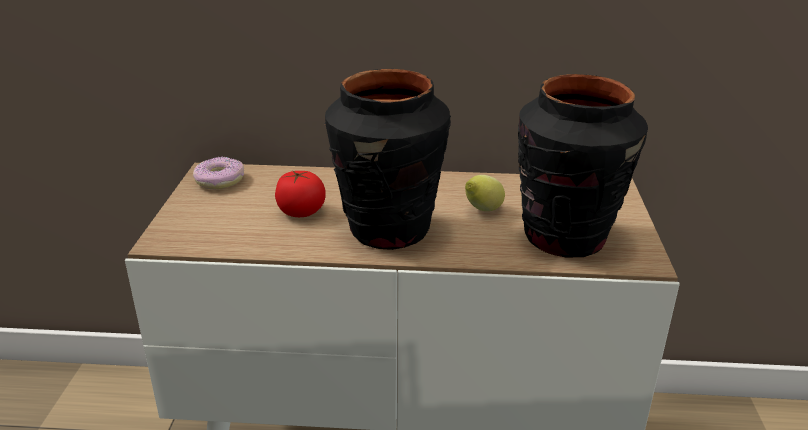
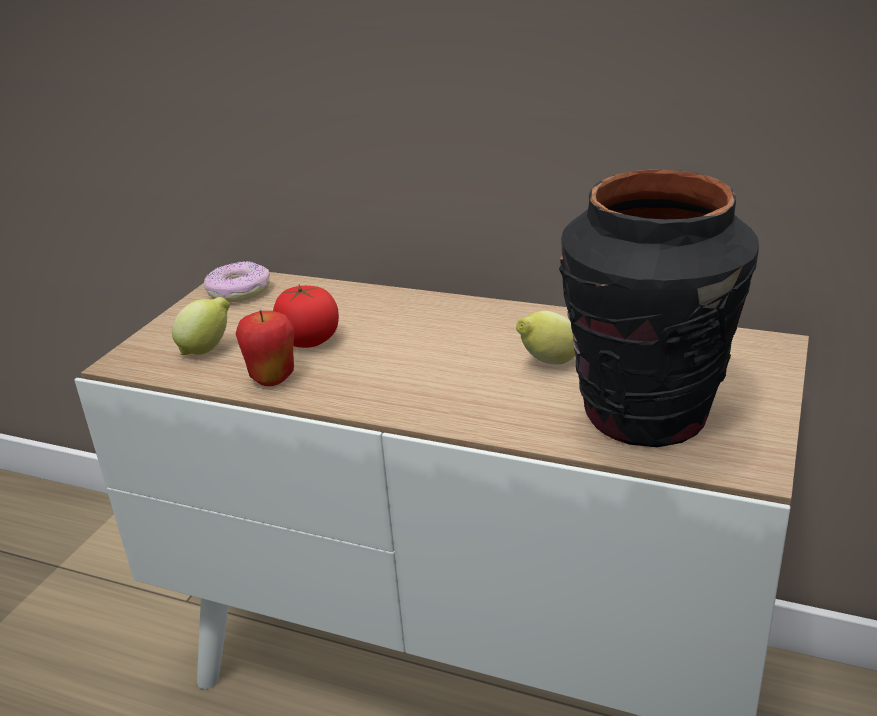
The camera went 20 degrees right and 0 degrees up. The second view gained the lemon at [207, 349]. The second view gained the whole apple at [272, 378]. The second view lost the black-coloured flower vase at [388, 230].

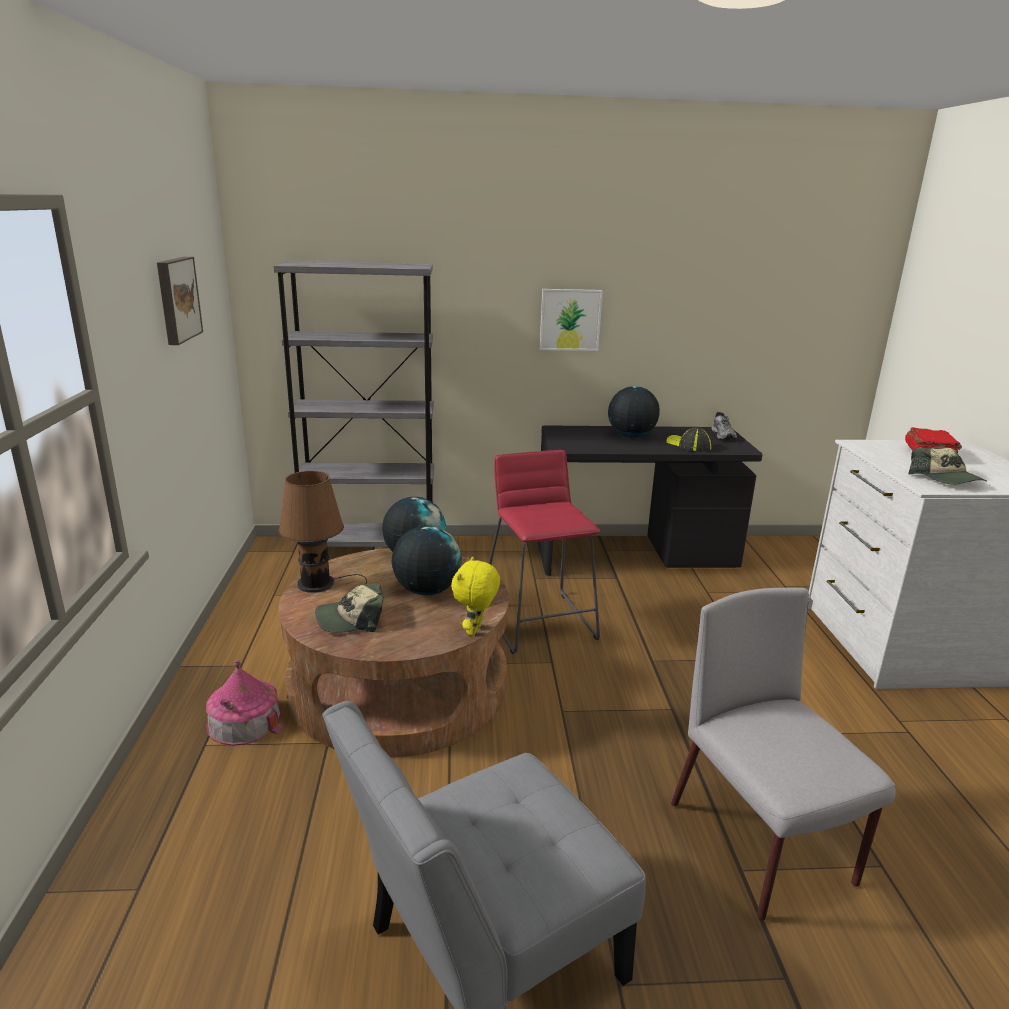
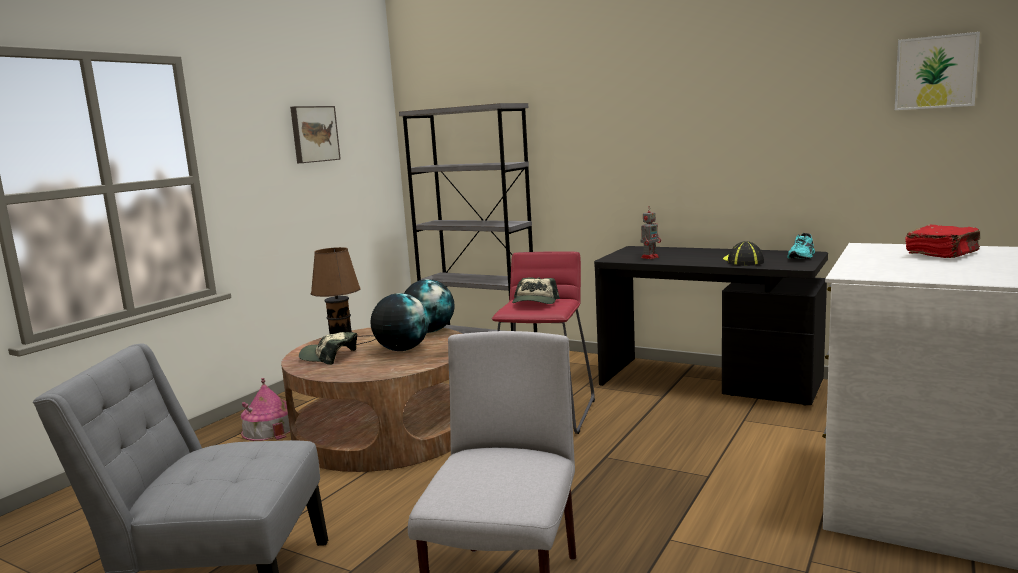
The camera went 35 degrees right and 10 degrees down. The peaked cap ended up elsewhere, having gone from [946, 479] to [535, 302]. The second view gained the robot figure at [650, 257]. What was the greyish shoe at [724, 435] turned into the turquoise shoe at [803, 256]. The wall picture ended up elsewhere, having gone from [570, 320] to [935, 72]. The second view lost the yellow-coloured cuddly toy at [475, 631]. The second view lost the globe at [631, 436].

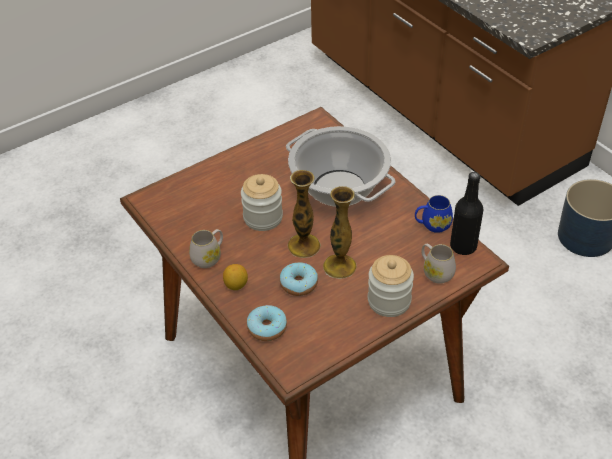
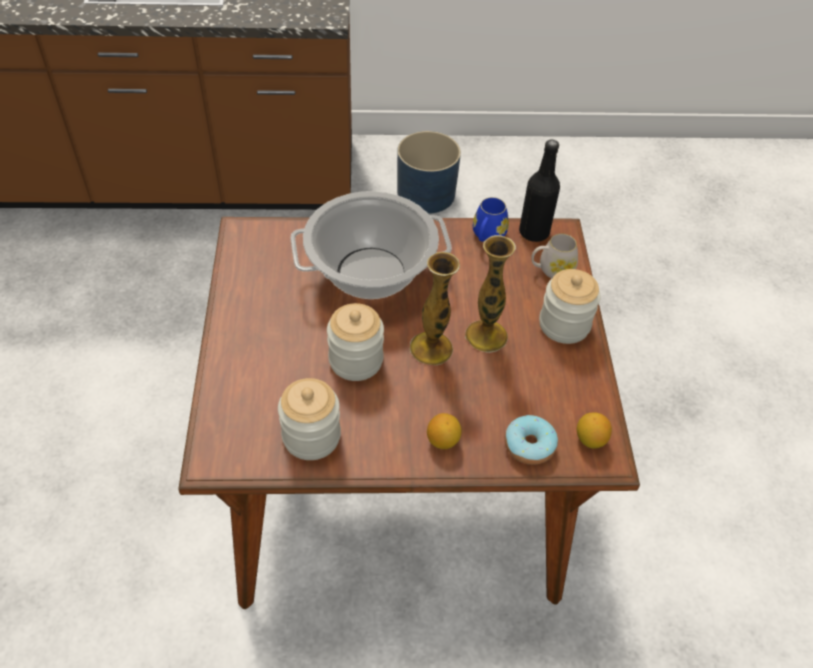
The camera went 60 degrees left and 5 degrees up. The second view gained the preserve jar at [311, 436]. The second view gained the lemon at [590, 440]. The second view lost the whitish tea mug at [209, 257]. The second view lost the donut at [299, 284].

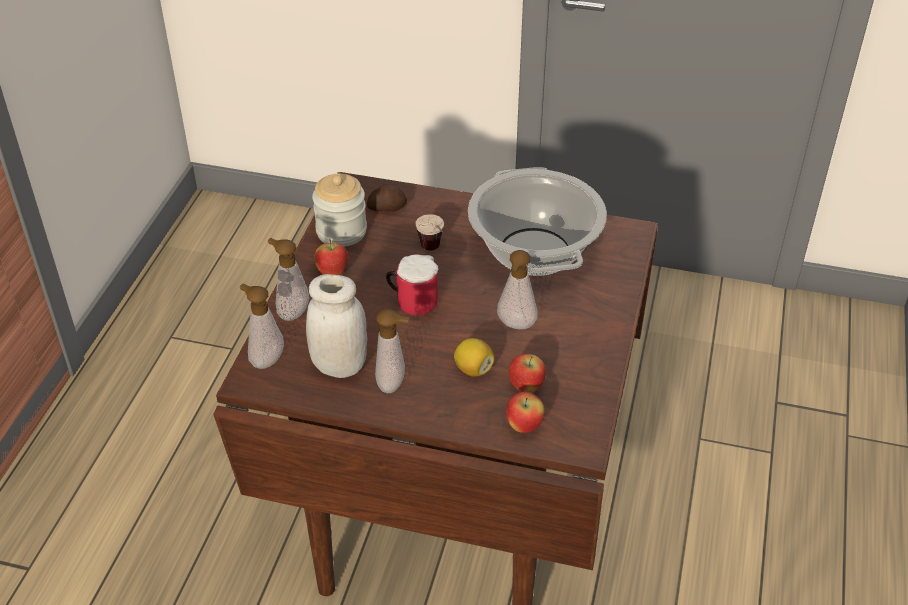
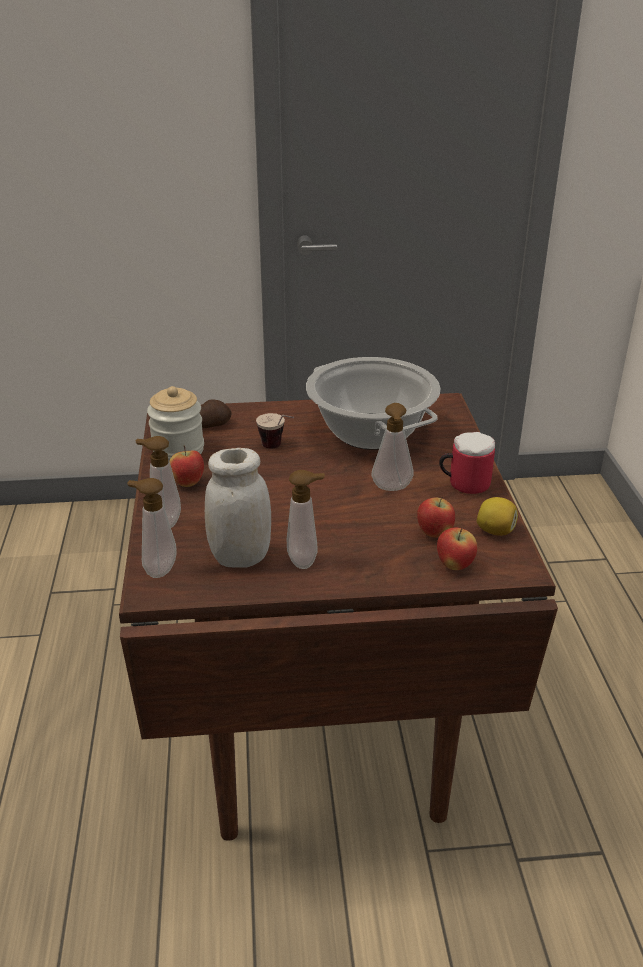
The camera went 20 degrees left and 10 degrees down. The tea mug ended up elsewhere, having gone from [412, 300] to [463, 483]. The lemon ended up elsewhere, having gone from [473, 369] to [495, 531].

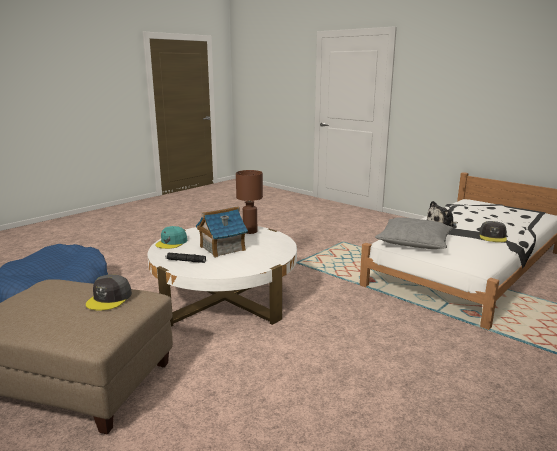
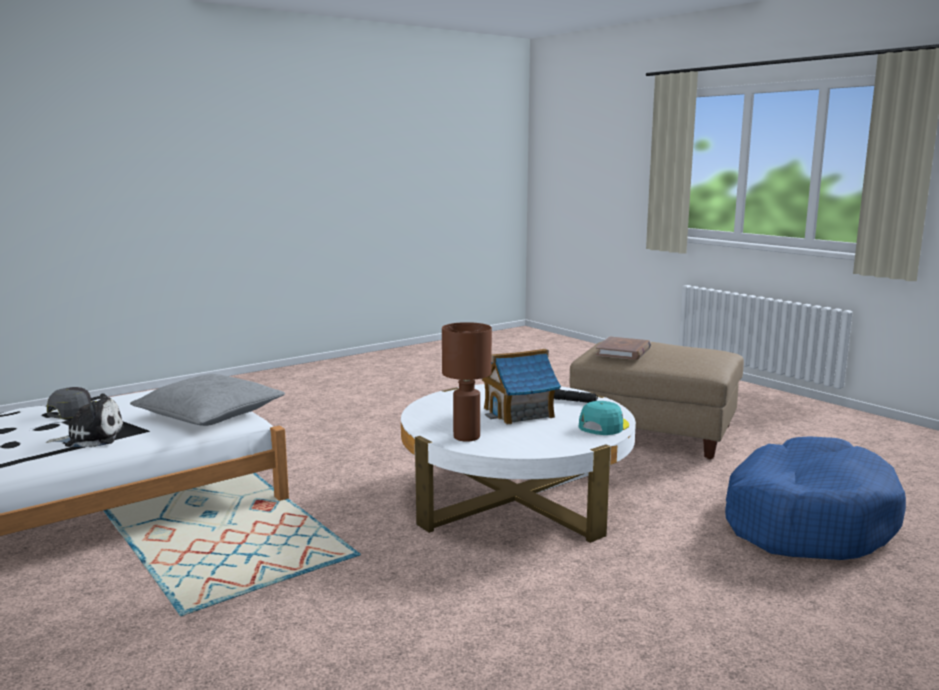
The camera went 170 degrees left and 5 degrees down. Where the greyish peaked cap stood at [109, 298], the brownish book came to stand at [623, 352].

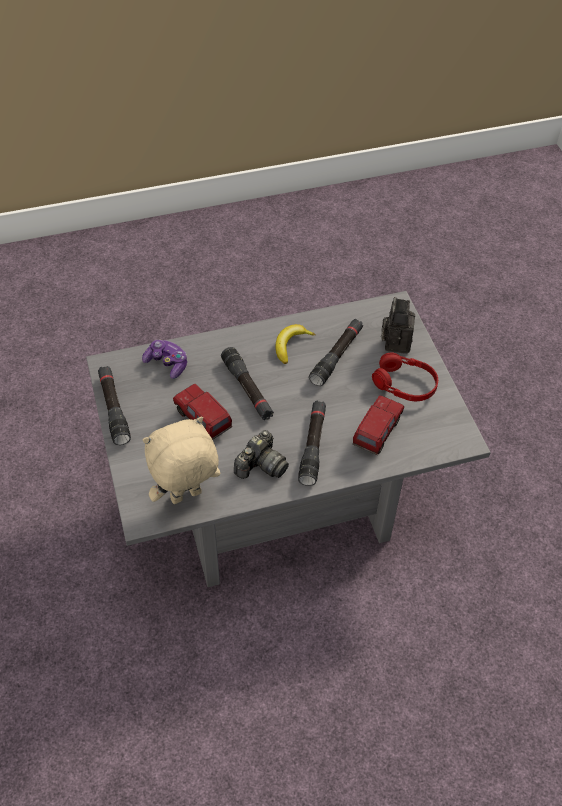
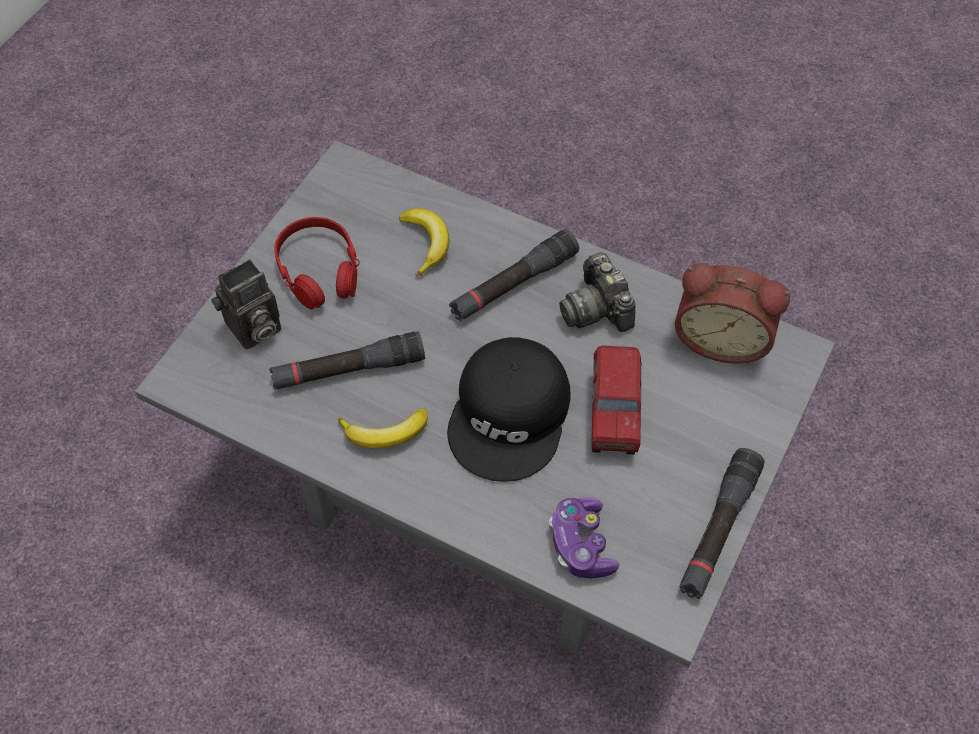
The camera went 135 degrees left and 5 degrees up. Where the toy lorry stood at [376, 434], the whole banana came to stand at [426, 243]. Where the black-coloured torch stood at [247, 389], the black-coloured peaked cap came to stand at [511, 416]. The still camera at [261, 465] ended up facing another way, 105 degrees counterclockwise from before. Where the sand-coloured cuddly toy stood at [186, 497], the table clock came to stand at [722, 337].

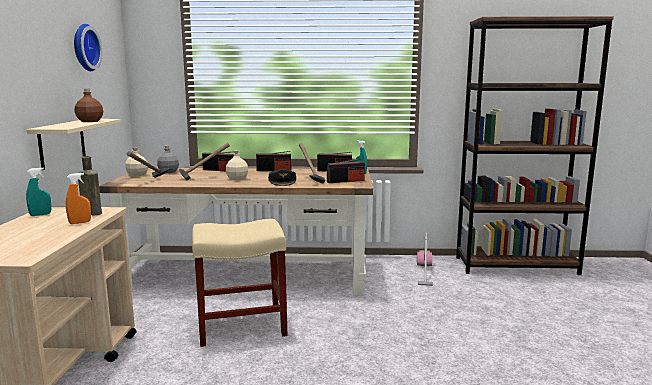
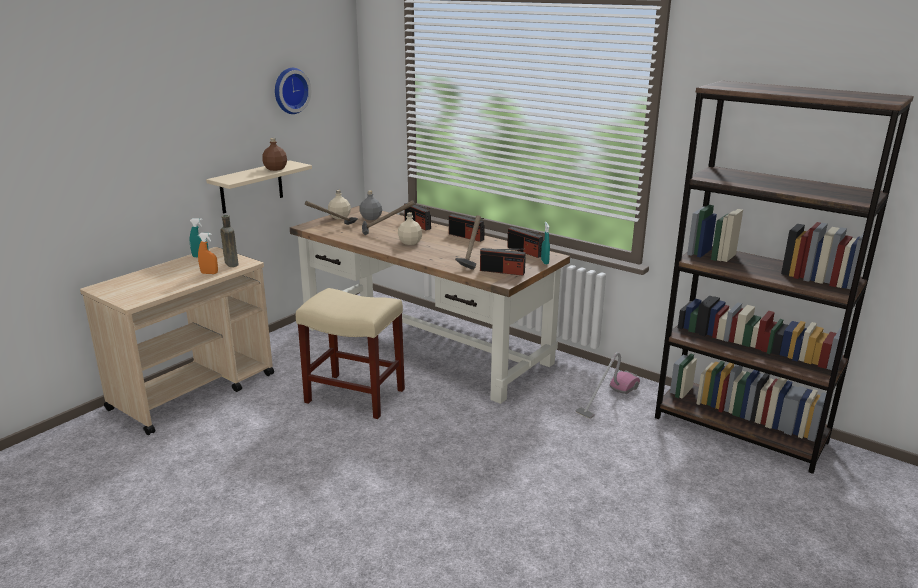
The camera went 35 degrees right and 10 degrees up. The second view lost the black-coloured peaked cap at [282, 181].

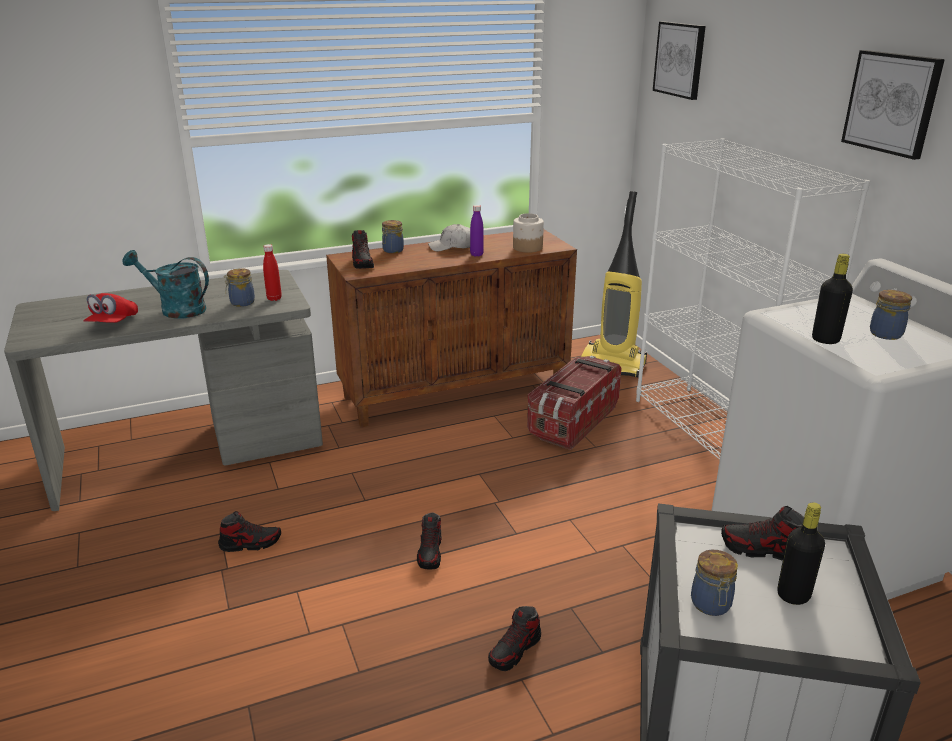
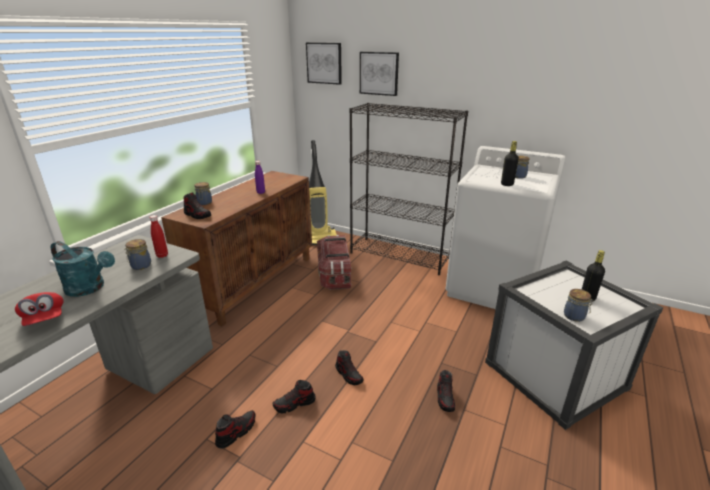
The camera went 40 degrees left and 0 degrees up. The turquoise watering can at [176, 309] ended up facing another way, 135 degrees counterclockwise from before. The shoe ended up elsewhere, having gone from [763, 550] to [294, 404]. What was the whitish bookshelf at [715, 435] turned into the black-coloured bookshelf at [400, 255]. The wall picture ended up elsewhere, having gone from [892, 103] to [379, 73]. The second view lost the whitish peaked cap at [452, 247]. The second view lost the preserve jar at [527, 248].

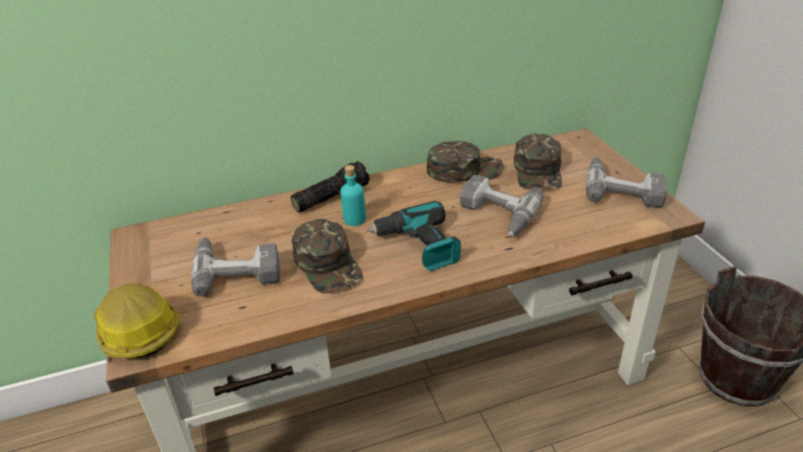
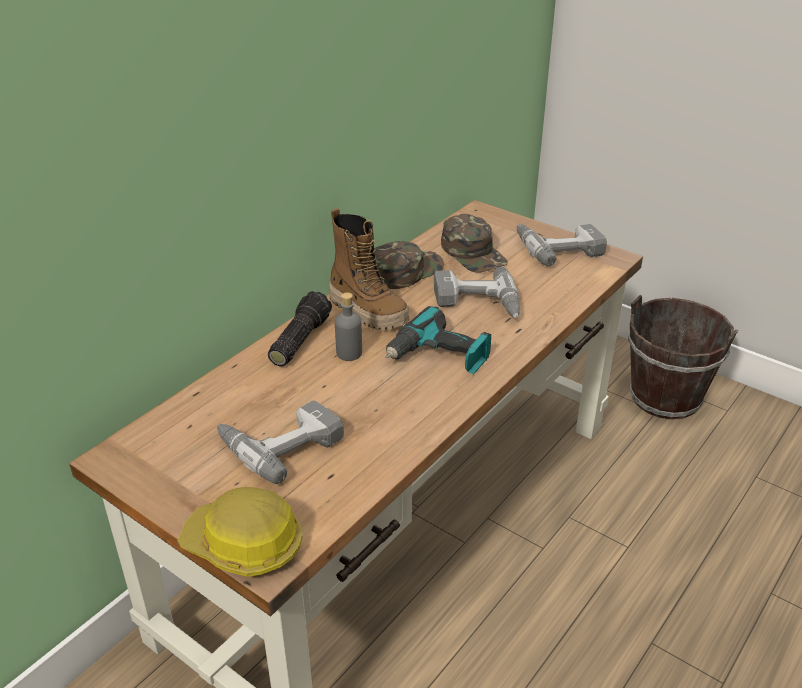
The camera went 35 degrees left and 0 degrees up. The second view gained the tall boot at [368, 311]. What was the turquoise bottle at [354, 219] turned into the greyish bottle at [349, 353]. The second view lost the green-coloured peaked cap at [328, 264].

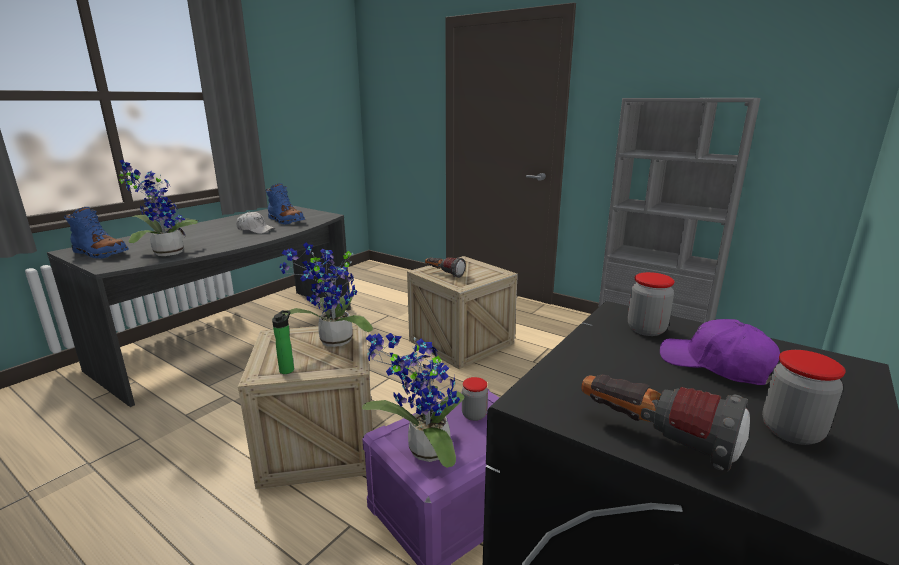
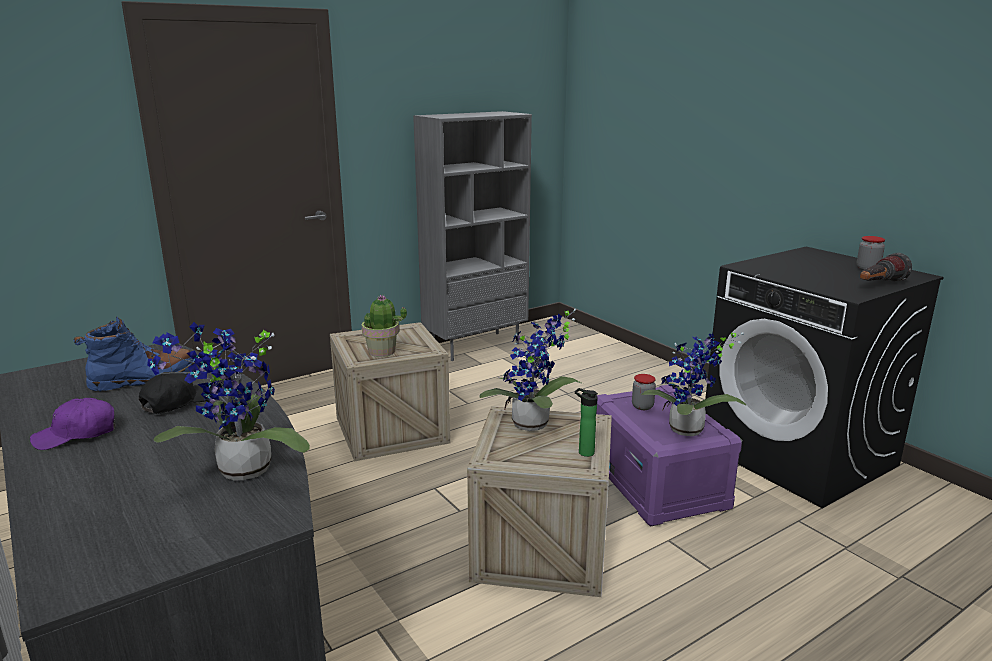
The camera went 70 degrees left and 0 degrees up. The purple peaked cap ended up elsewhere, having gone from [715, 365] to [77, 435]. What was the whitish peaked cap at [255, 230] turned into the black-coloured peaked cap at [177, 402]. Where the torch stood at [443, 274], the houseplant came to stand at [382, 352]. The second view lost the bluish tall boot at [100, 253]. The second view lost the preserve jar at [646, 329].

